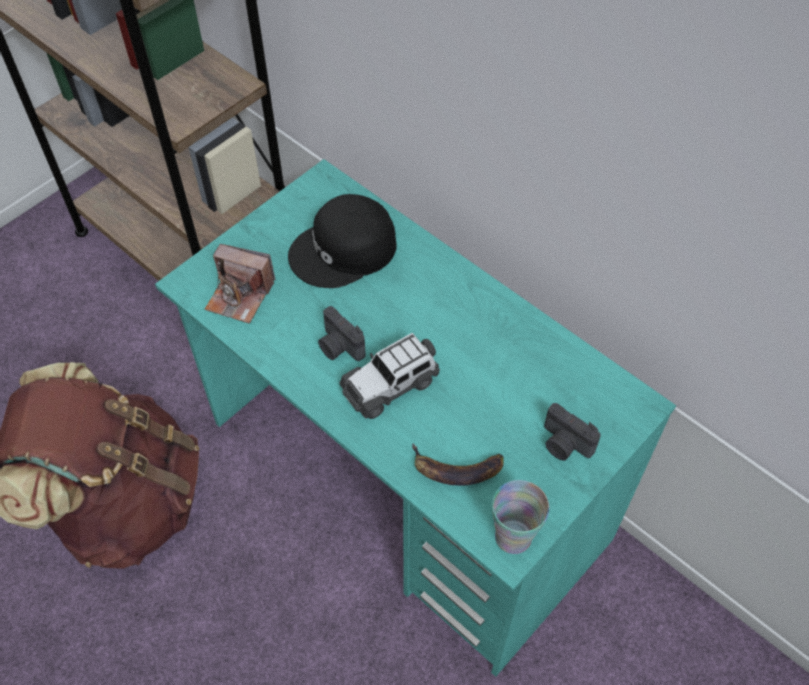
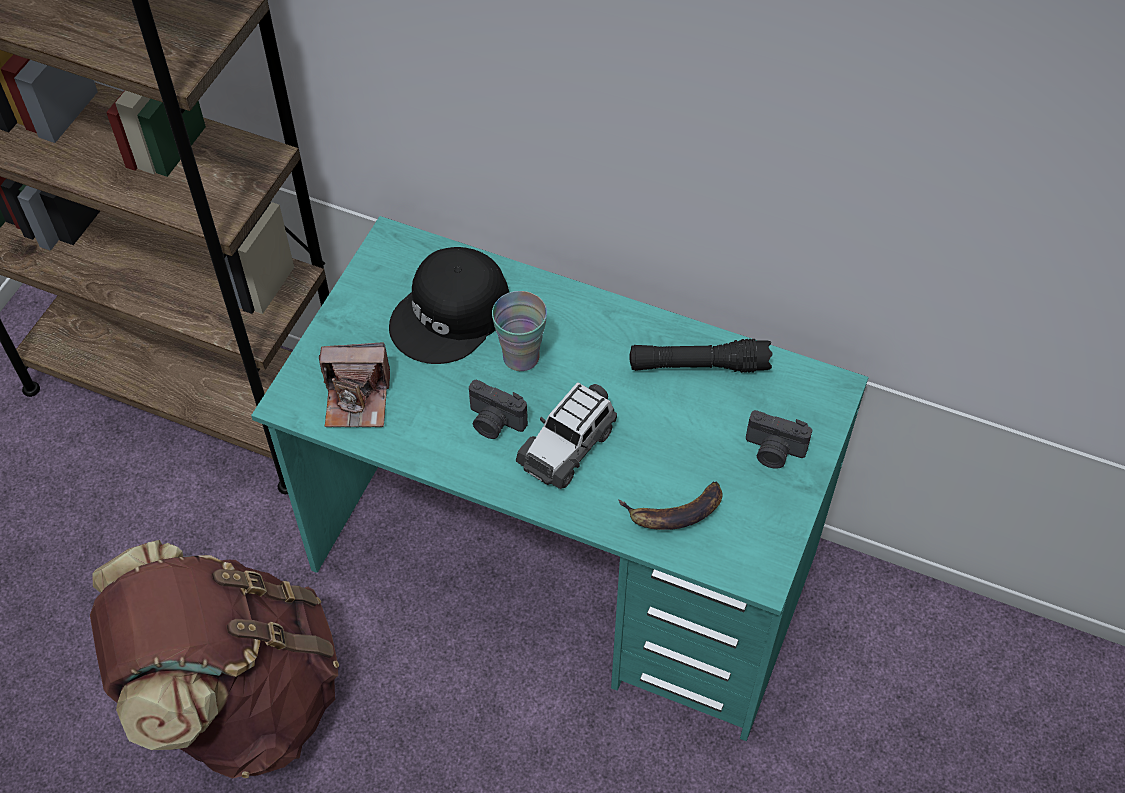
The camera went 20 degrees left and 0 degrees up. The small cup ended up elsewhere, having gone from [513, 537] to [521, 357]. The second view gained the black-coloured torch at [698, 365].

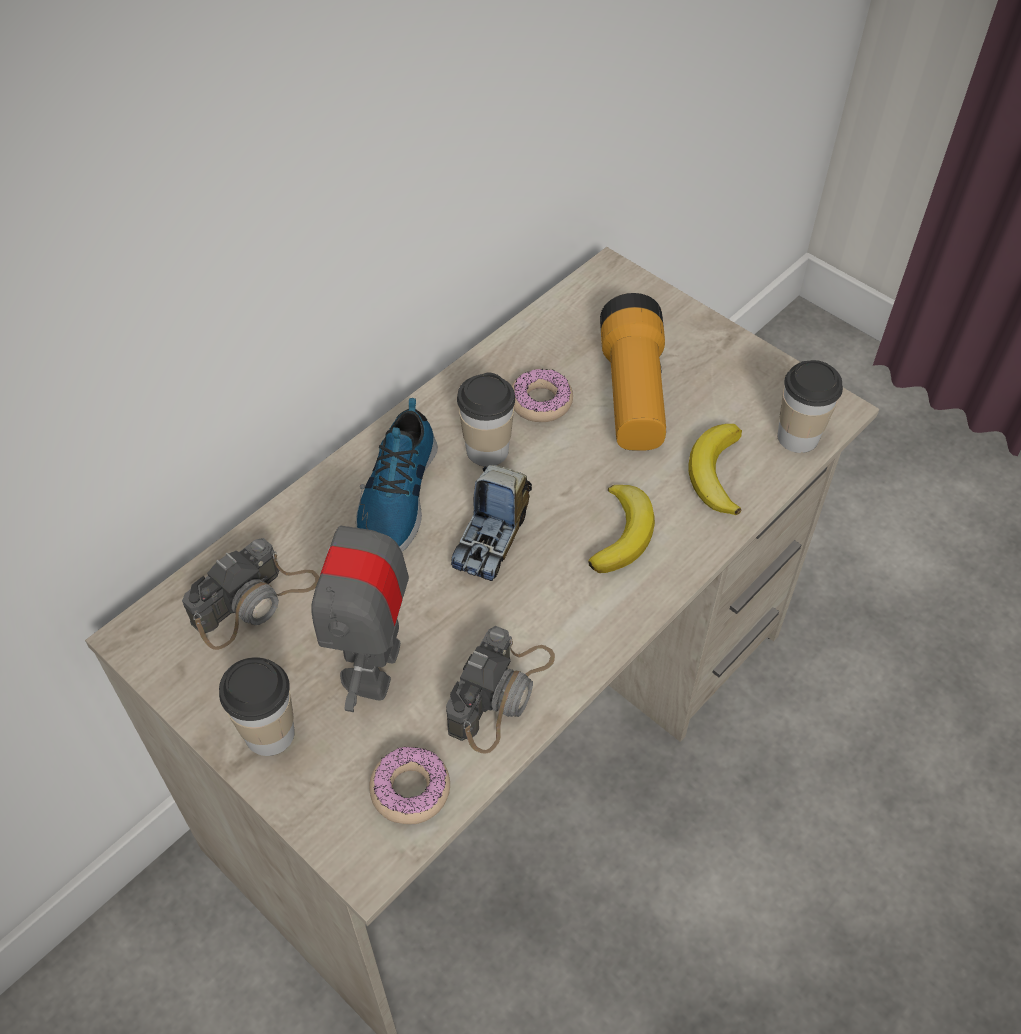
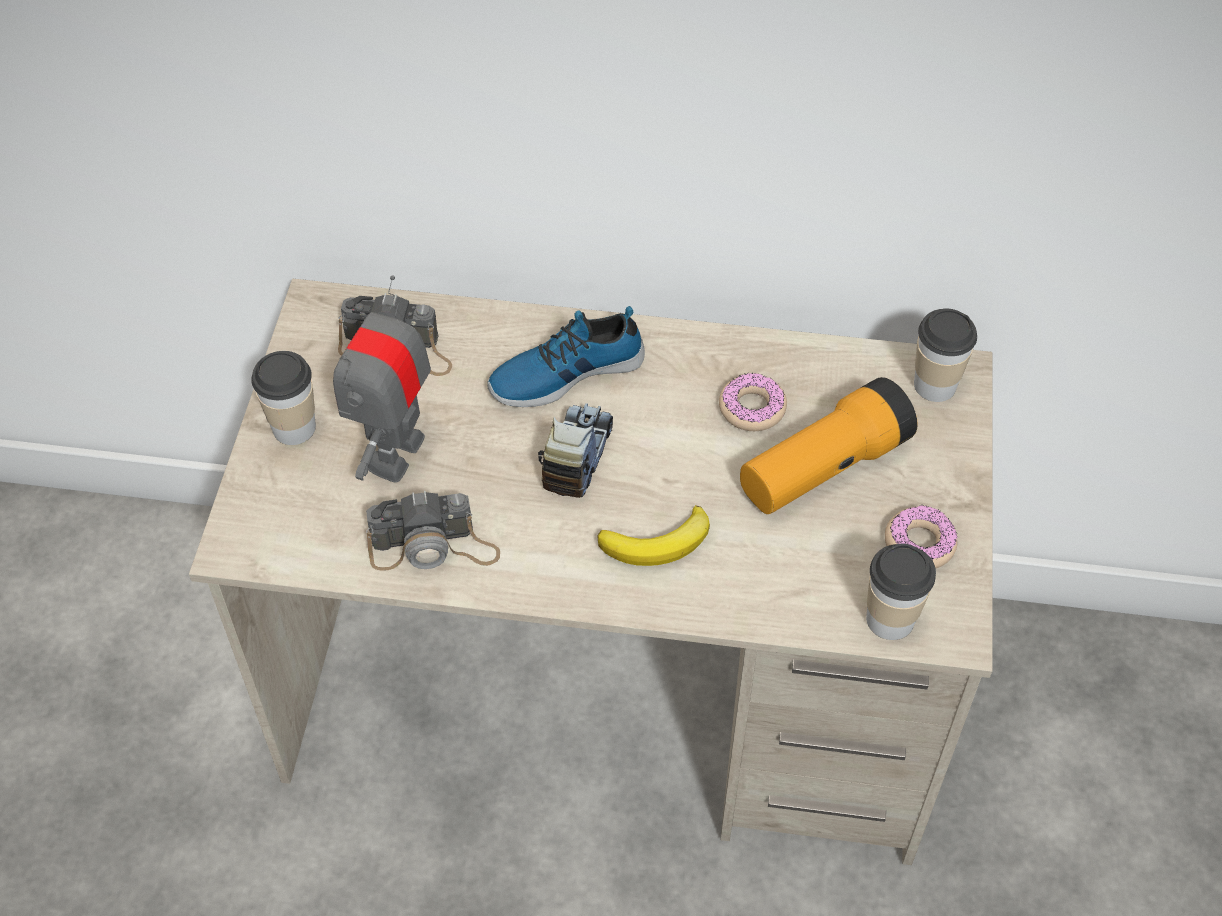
The camera went 55 degrees right and 0 degrees up. The robot figure at [373, 666] ended up facing another way, 45 degrees counterclockwise from before. The toy lorry at [492, 538] ended up facing another way, 120 degrees clockwise from before. The donut ended up elsewhere, having gone from [410, 790] to [919, 544]. The small cup ended up elsewhere, having gone from [487, 450] to [934, 385]. The second view lost the whole banana at [715, 473].

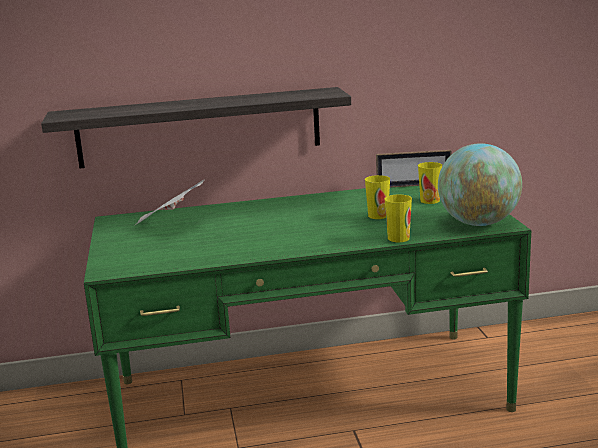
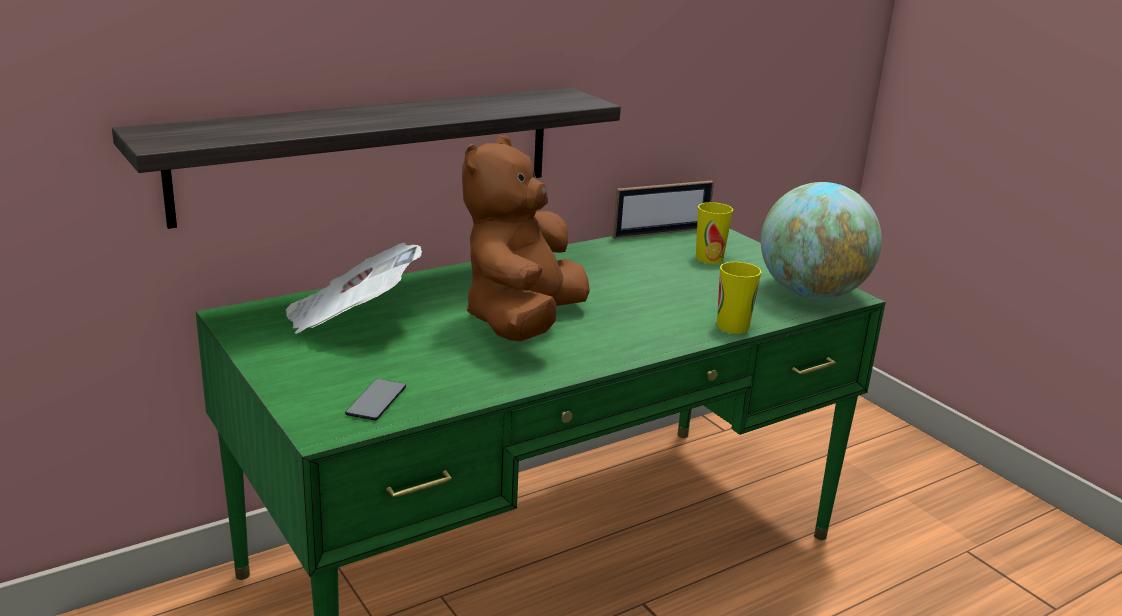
The camera went 25 degrees left and 5 degrees up. The second view gained the telephone at [376, 401]. The second view gained the brownish cuddly toy at [522, 323]. The second view lost the small cup at [378, 216].

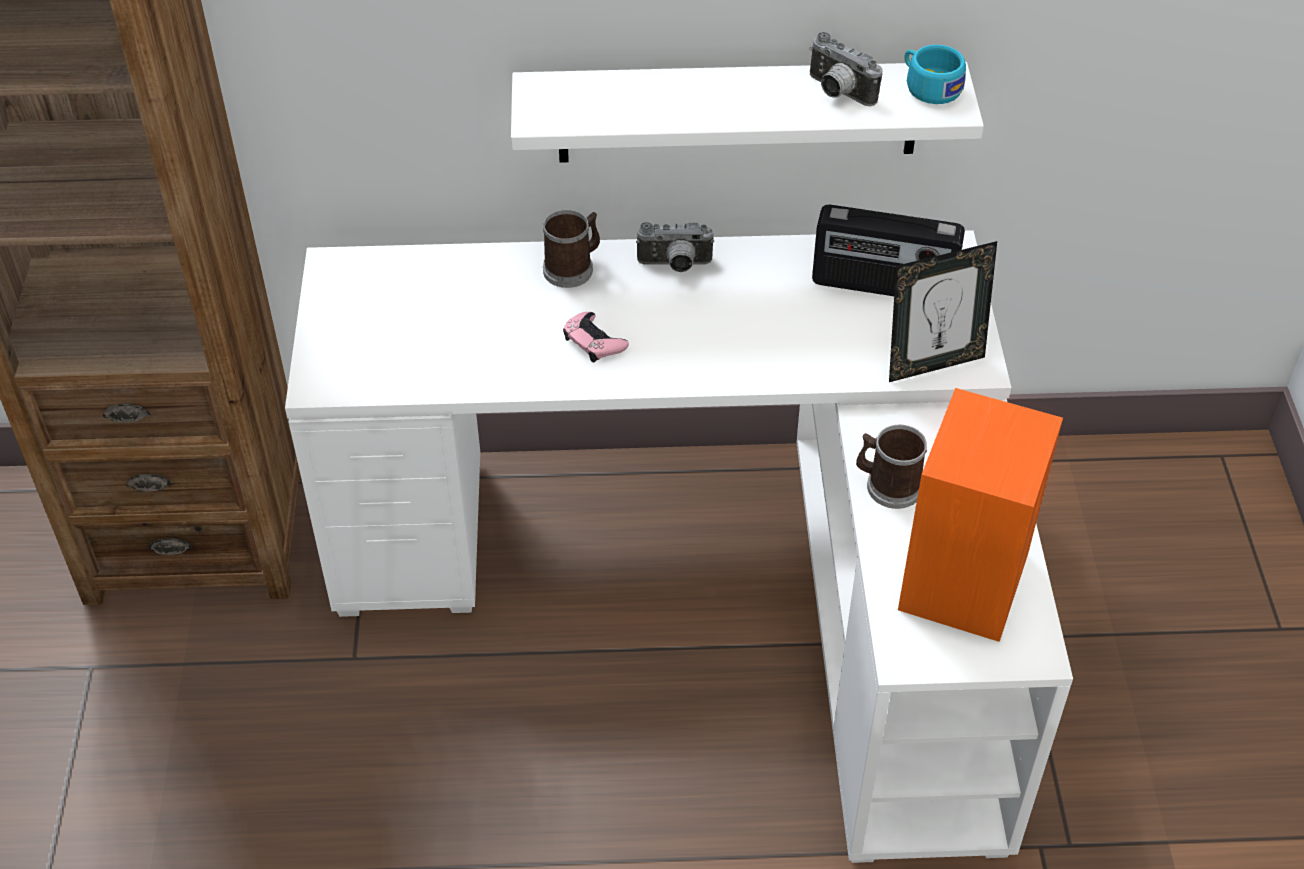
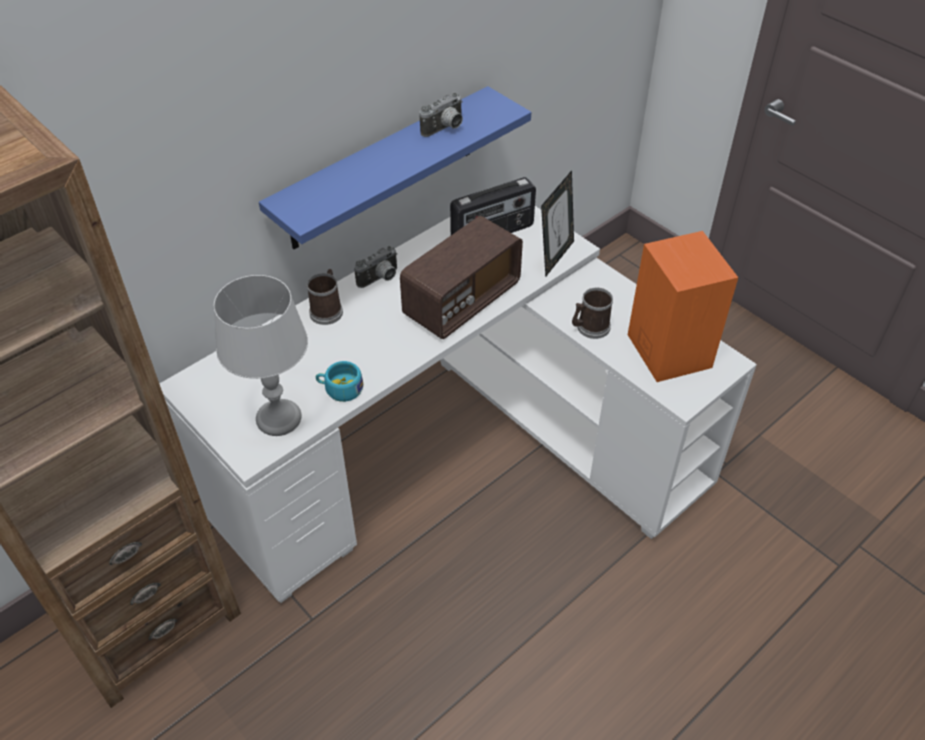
The camera went 40 degrees left and 0 degrees up. The second view gained the greyish tabletop lamp at [279, 419]. What was the whitish bracket shelf at [738, 112] turned into the bluish bracket shelf at [383, 169]. The turquoise small cup ended up elsewhere, having gone from [929, 86] to [340, 389]. The second view gained the radio receiver at [462, 301]. The still camera at [837, 92] ended up facing another way, 45 degrees counterclockwise from before. The second view lost the pink-coloured gamepad at [594, 341].

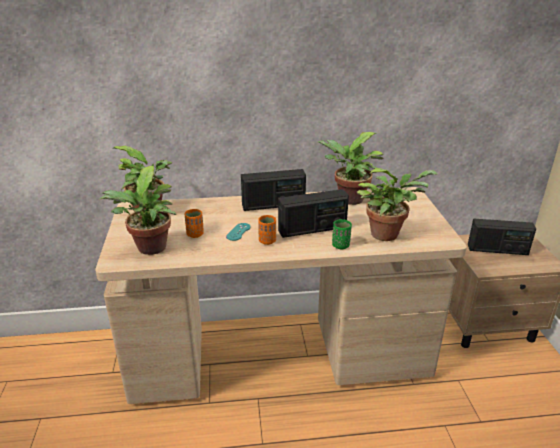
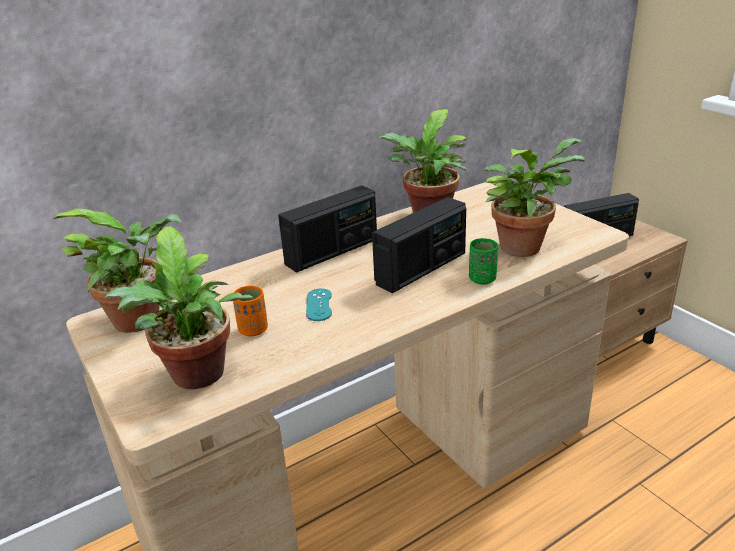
The camera went 25 degrees left and 0 degrees up. The second view lost the orange small cup at [267, 241].

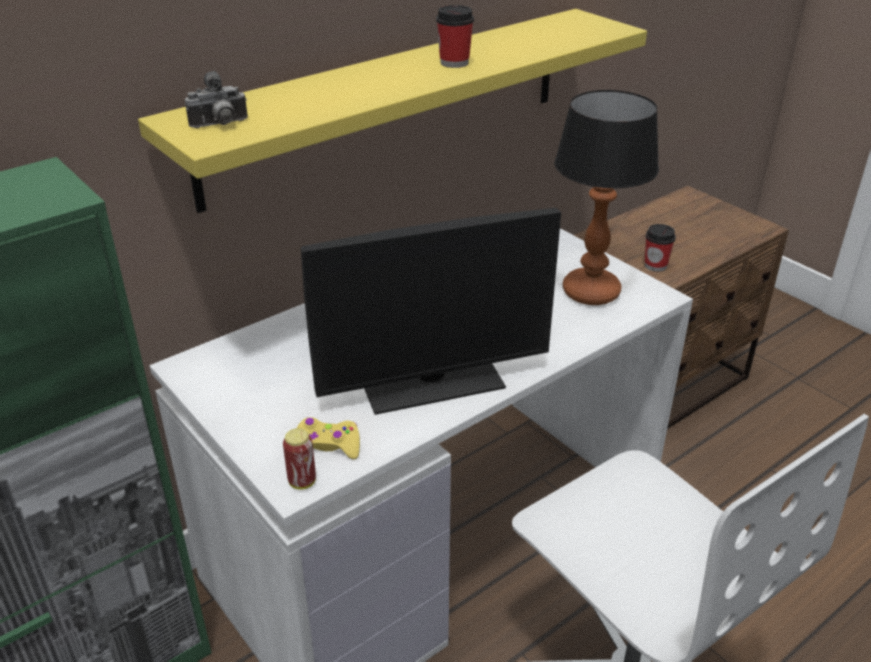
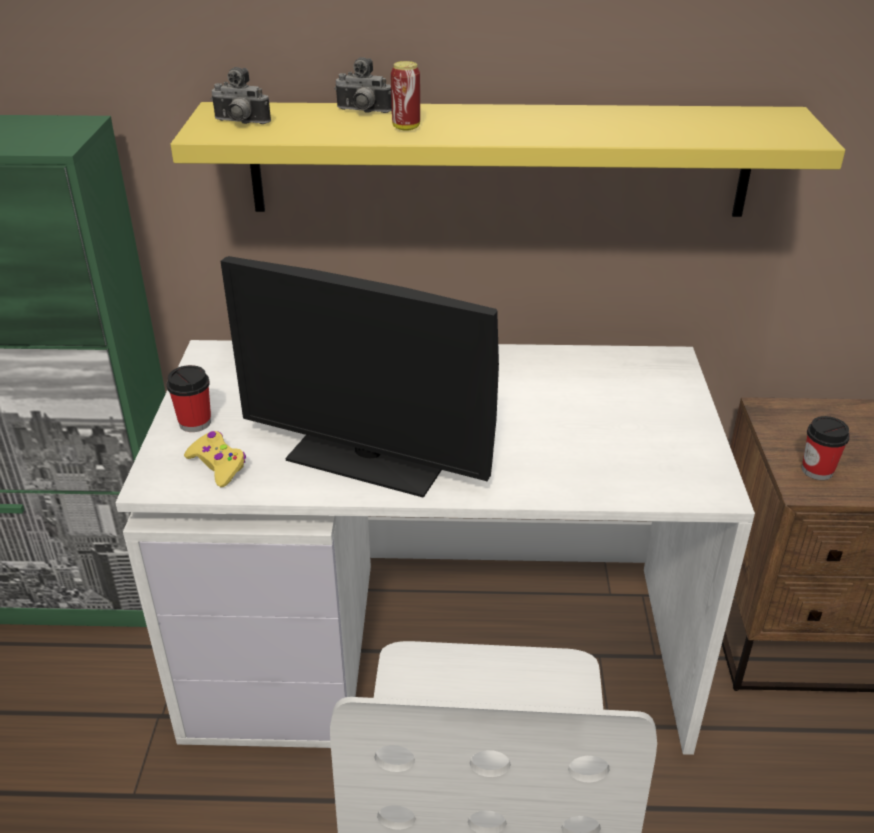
The camera went 40 degrees right and 0 degrees up. The small cup ended up elsewhere, having gone from [454, 63] to [195, 423]. The second view gained the still camera at [362, 112]. The can ended up elsewhere, having gone from [302, 482] to [406, 127]. The second view lost the tabletop lamp at [591, 293].

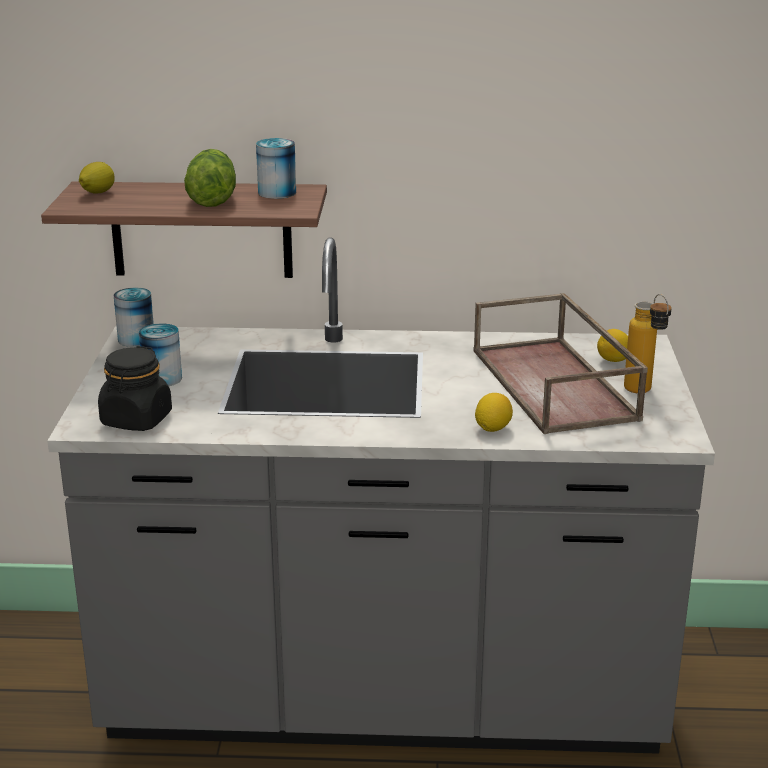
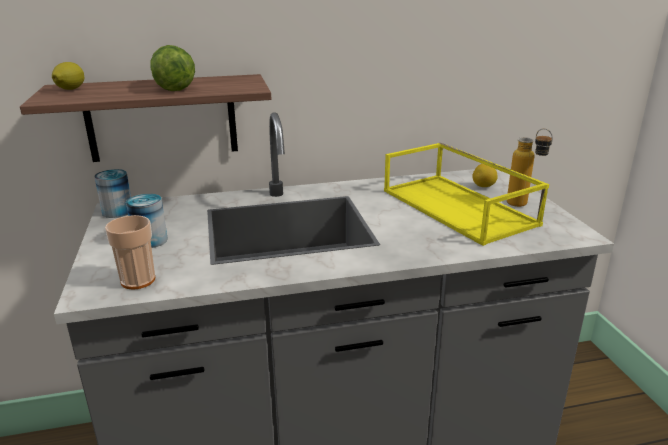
The camera went 15 degrees left and 0 degrees up. Where the black-coloured preserve jar stood at [136, 420], the small cup came to stand at [138, 280]. What was the brownish carrying tray at [556, 384] turned into the yellow-coloured carrying tray at [460, 207]. The second view lost the can at [277, 193]. The second view lost the lemon at [492, 428].

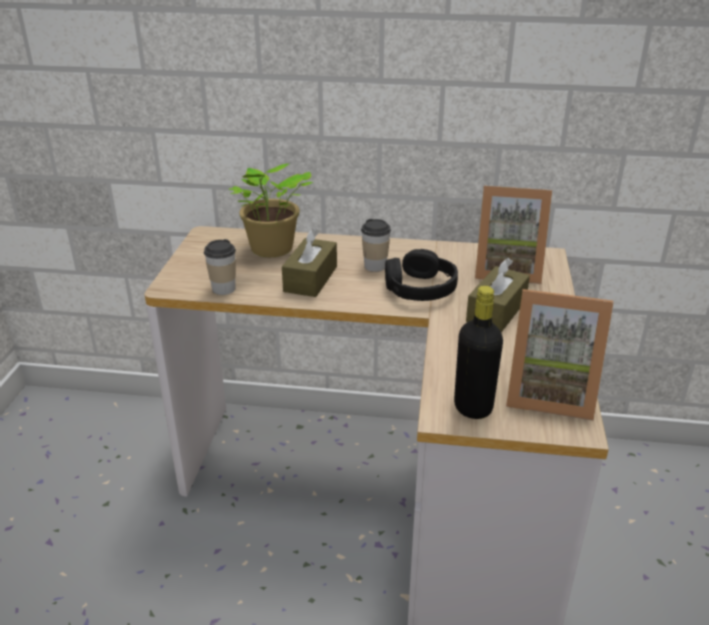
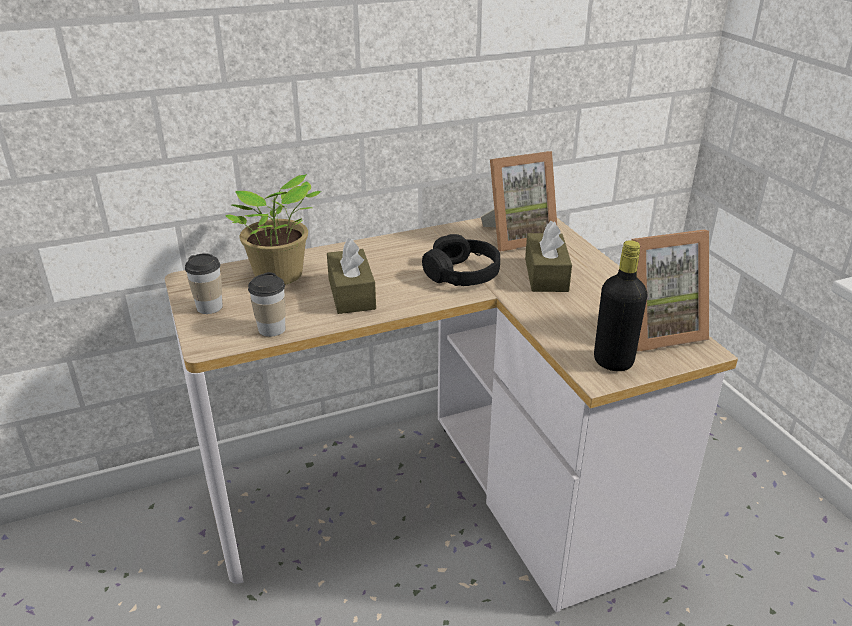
The camera went 30 degrees left and 0 degrees up. The small cup ended up elsewhere, having gone from [375, 266] to [209, 307].

